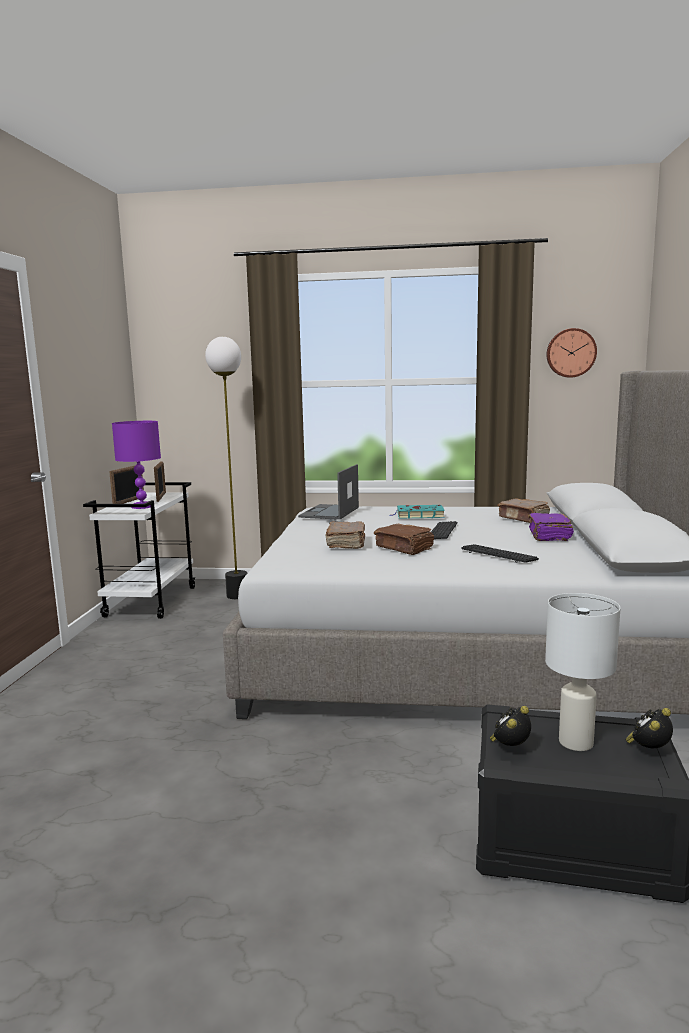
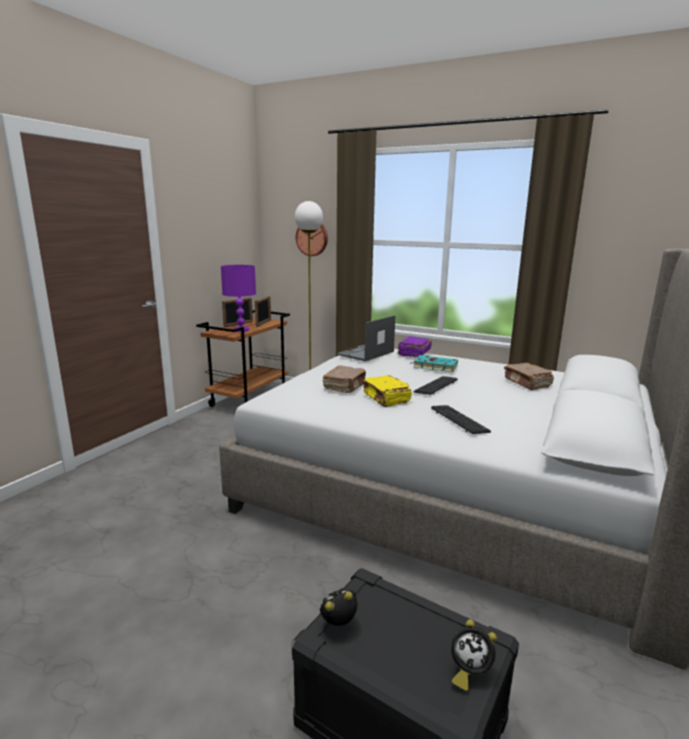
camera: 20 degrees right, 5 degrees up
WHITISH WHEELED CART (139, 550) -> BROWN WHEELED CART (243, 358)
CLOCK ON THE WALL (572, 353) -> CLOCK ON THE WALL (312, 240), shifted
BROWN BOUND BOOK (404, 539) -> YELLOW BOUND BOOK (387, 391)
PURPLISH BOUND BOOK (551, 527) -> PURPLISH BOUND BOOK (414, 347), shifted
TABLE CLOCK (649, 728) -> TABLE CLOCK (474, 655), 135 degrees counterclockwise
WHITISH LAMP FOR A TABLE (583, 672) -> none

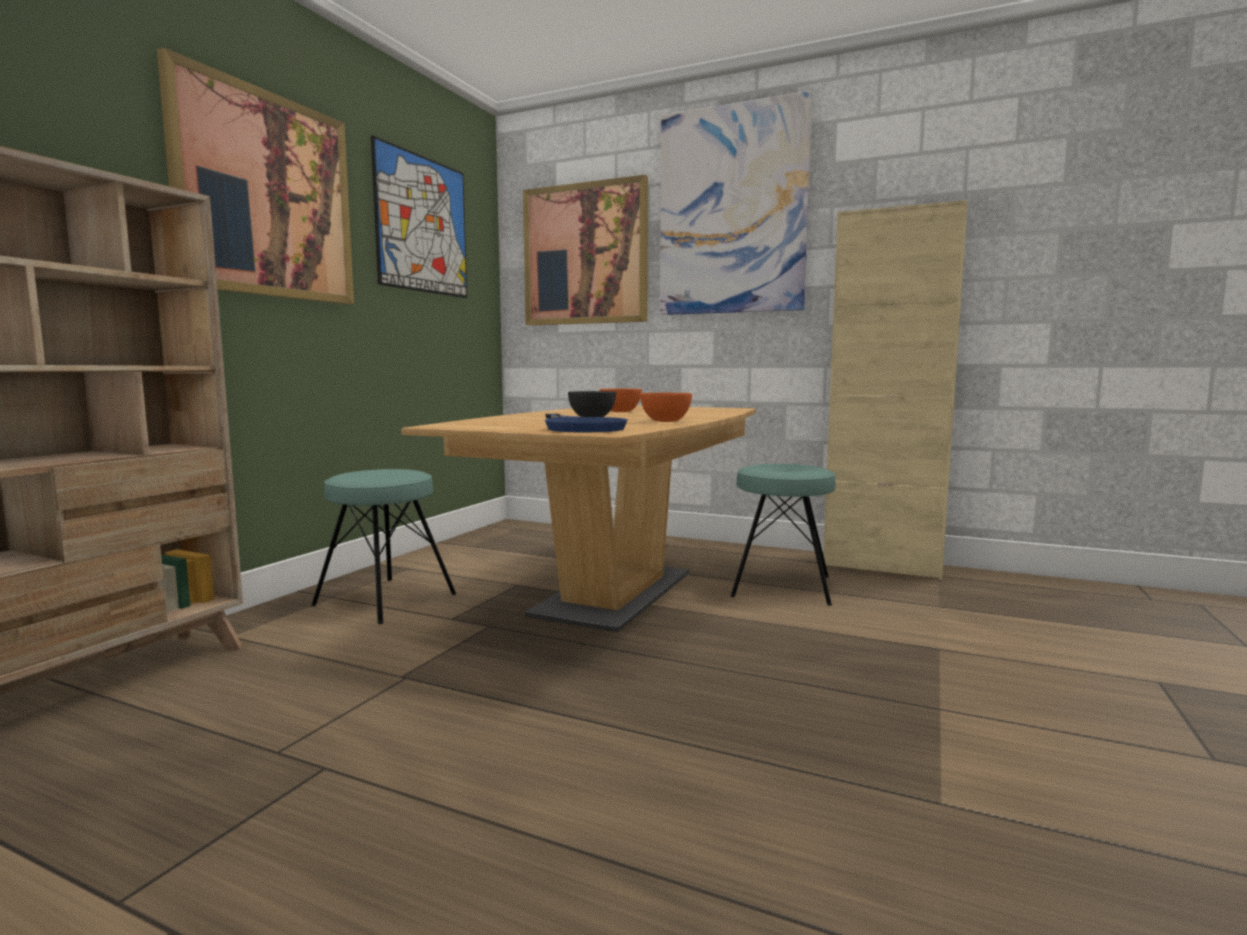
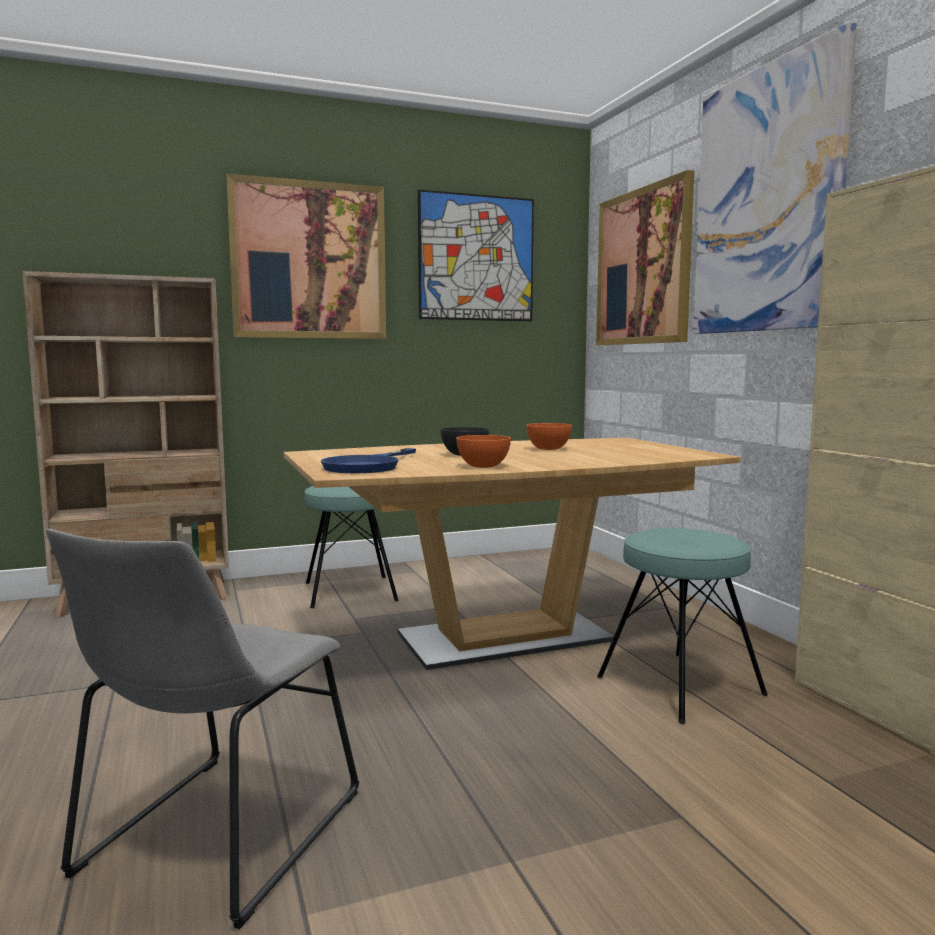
camera: 45 degrees right, 0 degrees up
none -> GREYISH PLAIN CHAIR (202, 729)

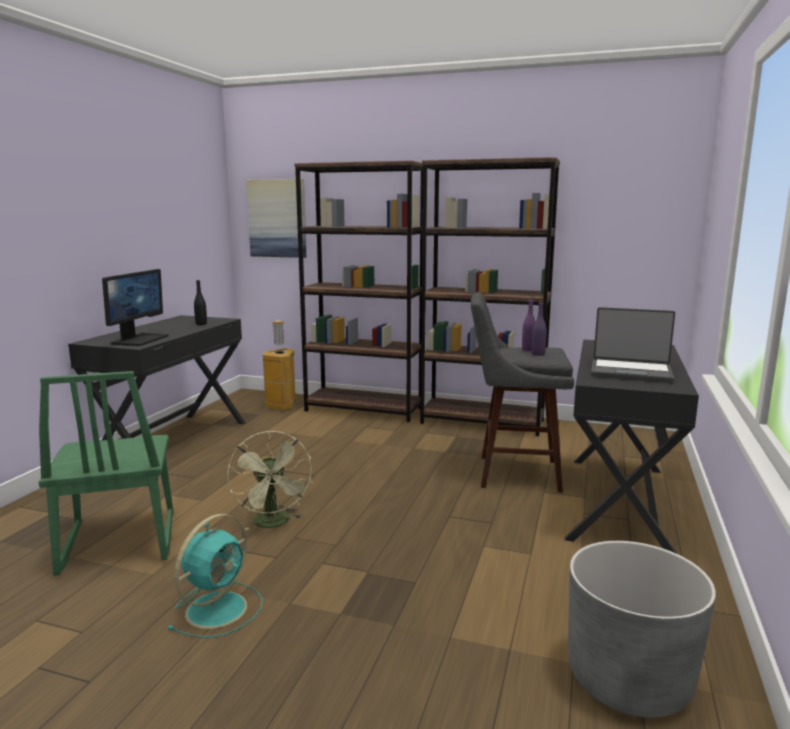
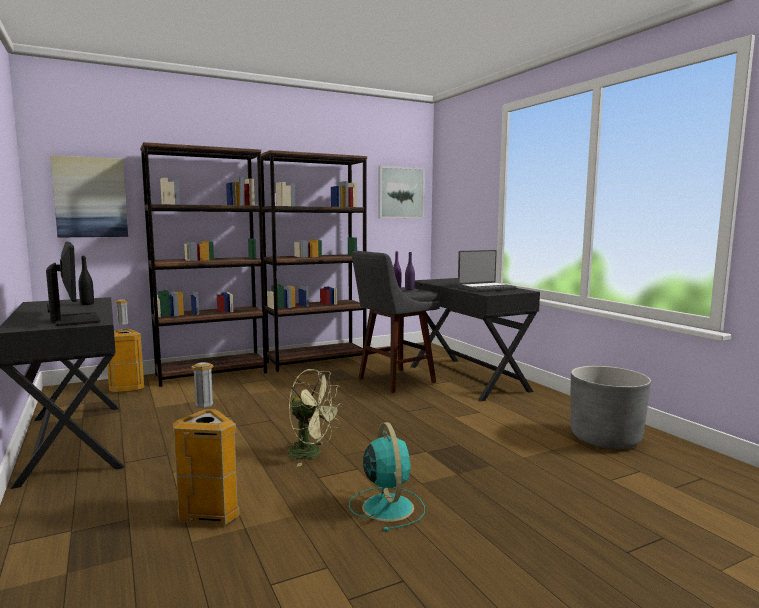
camera: 45 degrees left, 5 degrees down
GREEN-COLOURED PLAIN CHAIR (106, 473) -> WASTE BIN (206, 443)
none -> WALL ART (401, 192)

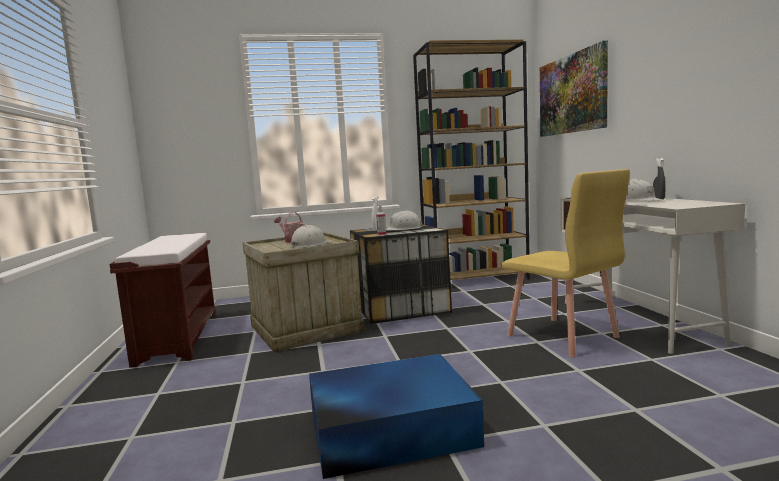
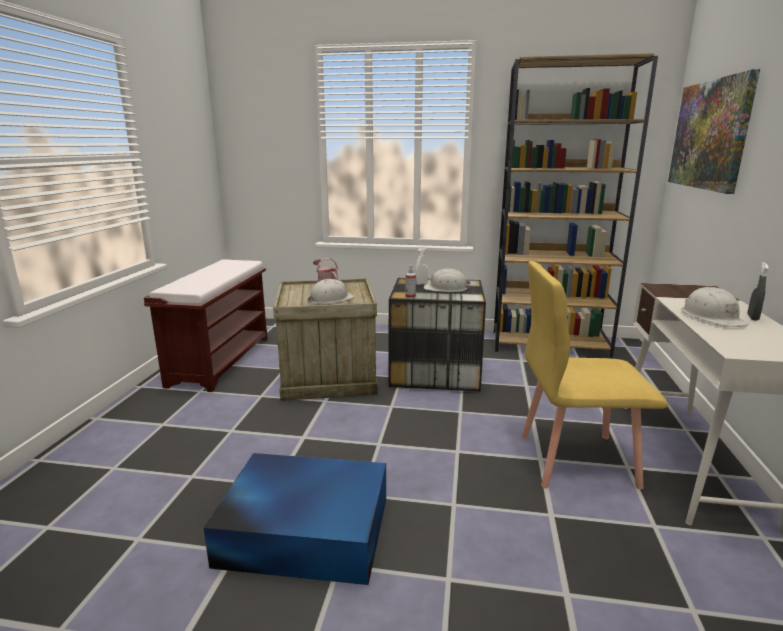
camera: 20 degrees right, 10 degrees up
YELLOW PLAIN CHAIR (565, 263) -> YELLOW PLAIN CHAIR (594, 375), 105 degrees clockwise

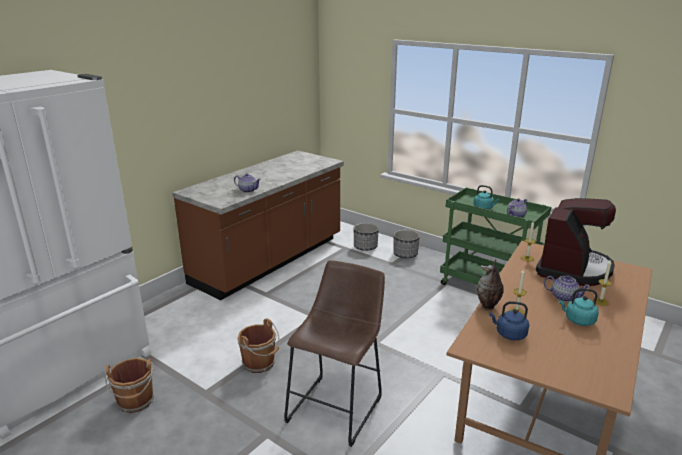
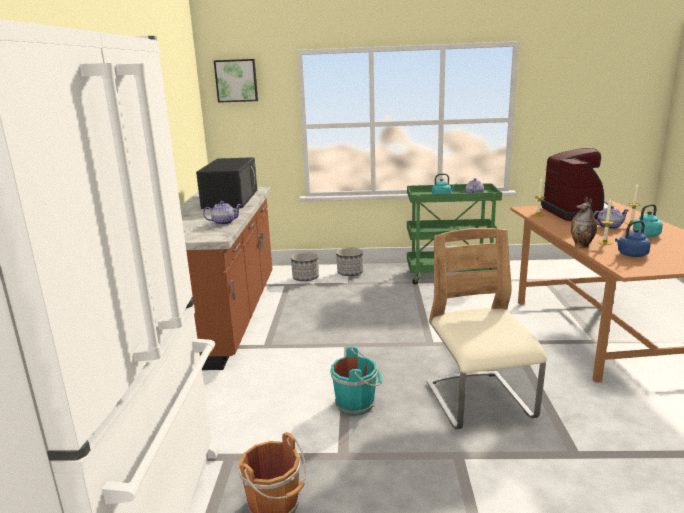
camera: 35 degrees left, 5 degrees down
none -> BLACKISH MICROWAVE (226, 183)
none -> WALL ART (236, 81)
BROWN PAIL (259, 345) -> TURQUOISE-COLOURED PAIL (356, 381)
BROWN SITTING STOOL (334, 353) -> SAND-COLOURED PLAIN CHAIR (486, 329)

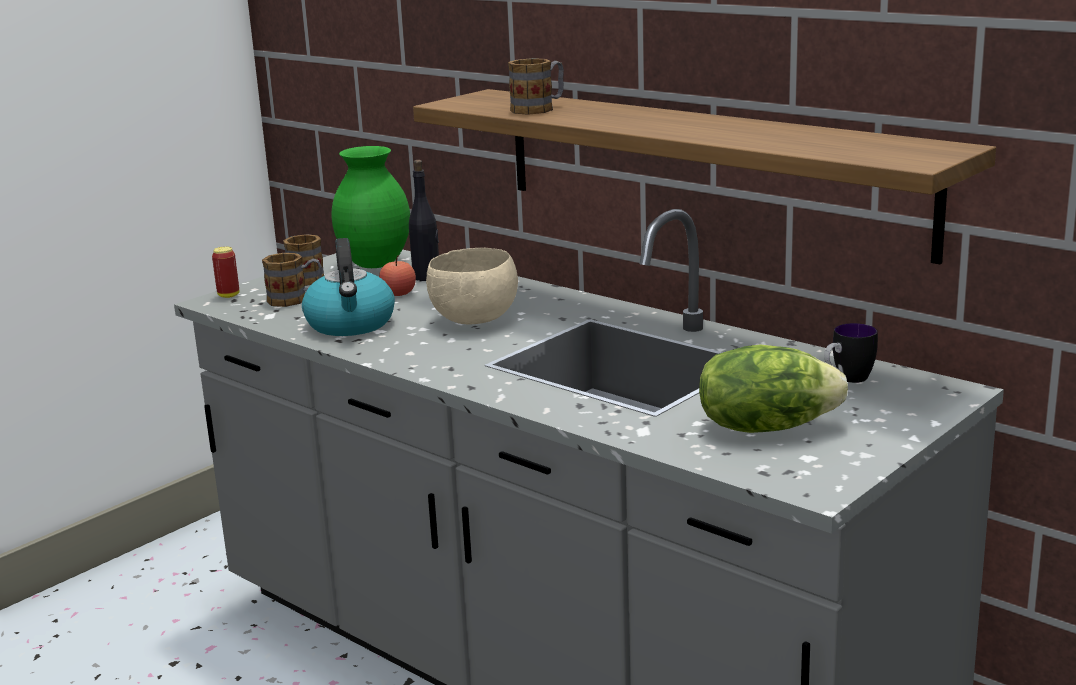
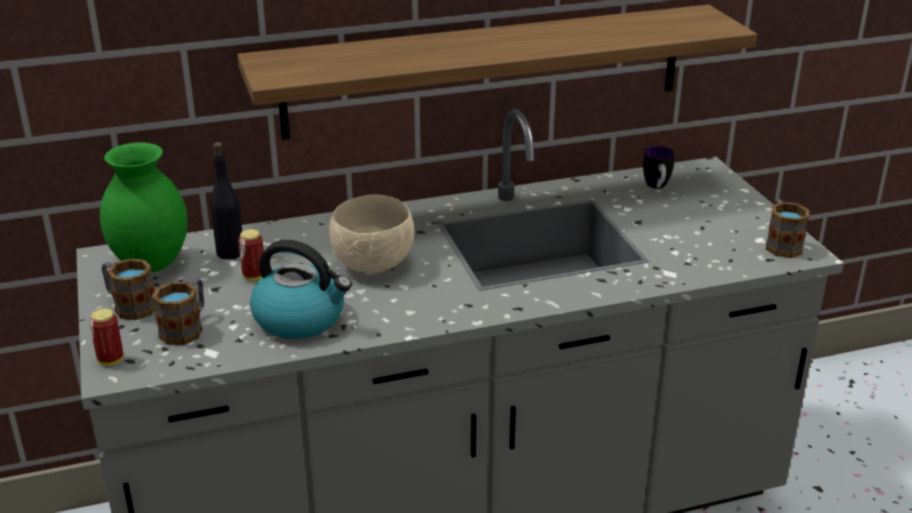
camera: 60 degrees left, 10 degrees up
APPLE (397, 275) -> METAL CAN (251, 255)
MUG (536, 86) -> MUG (787, 228), shifted
HEAD OF LETTUCE (773, 389) -> none

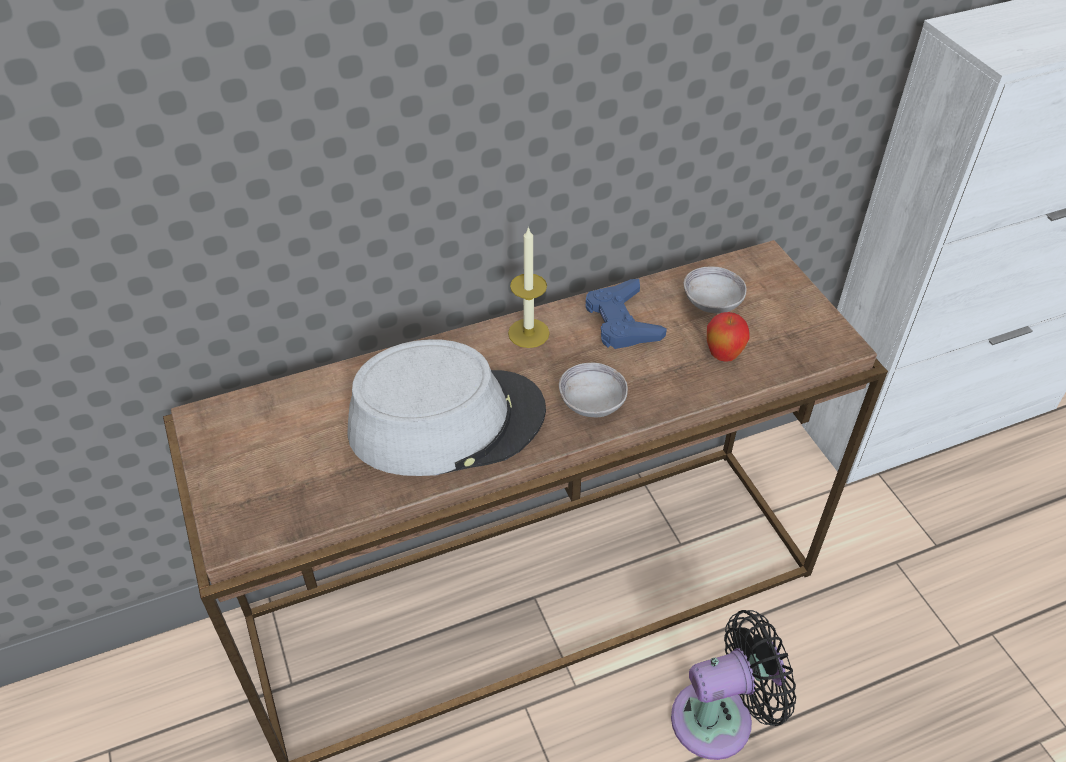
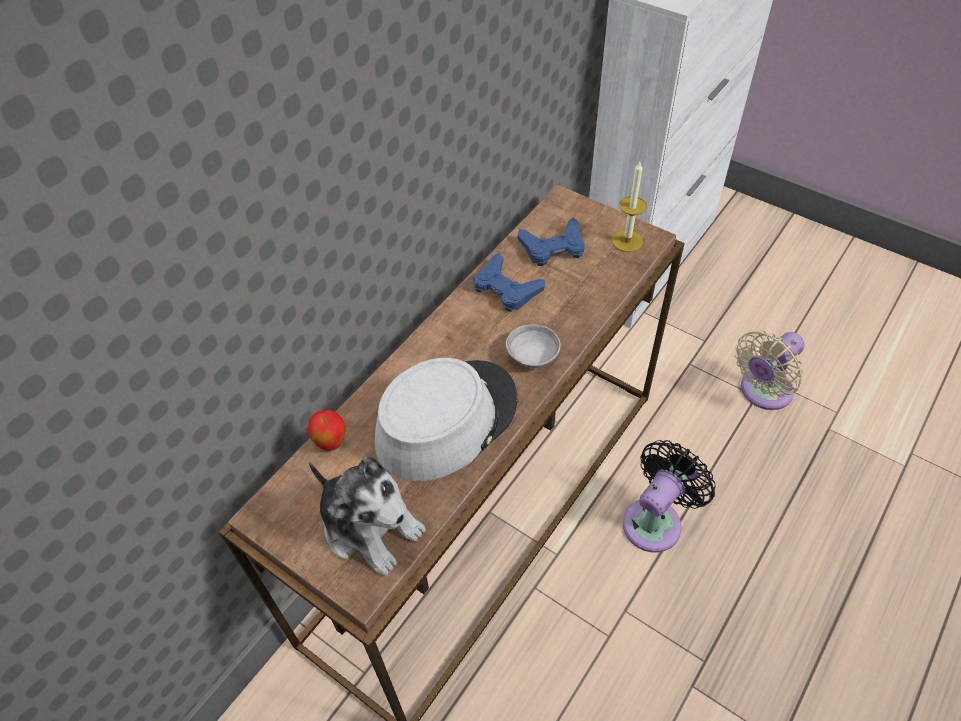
camera: 30 degrees left, 5 degrees up
APPLE (728, 337) -> APPLE (326, 430), shifted
none -> CUDDLY TOY (367, 516)
GREYISH BOWL (715, 290) -> BLUE-COLOURED GAME CONTROLLER (551, 241)
WAX LIGHT (529, 287) -> WAX LIGHT (629, 207), shifted
none -> SAND-COLOURED COOLING FAN (770, 370)

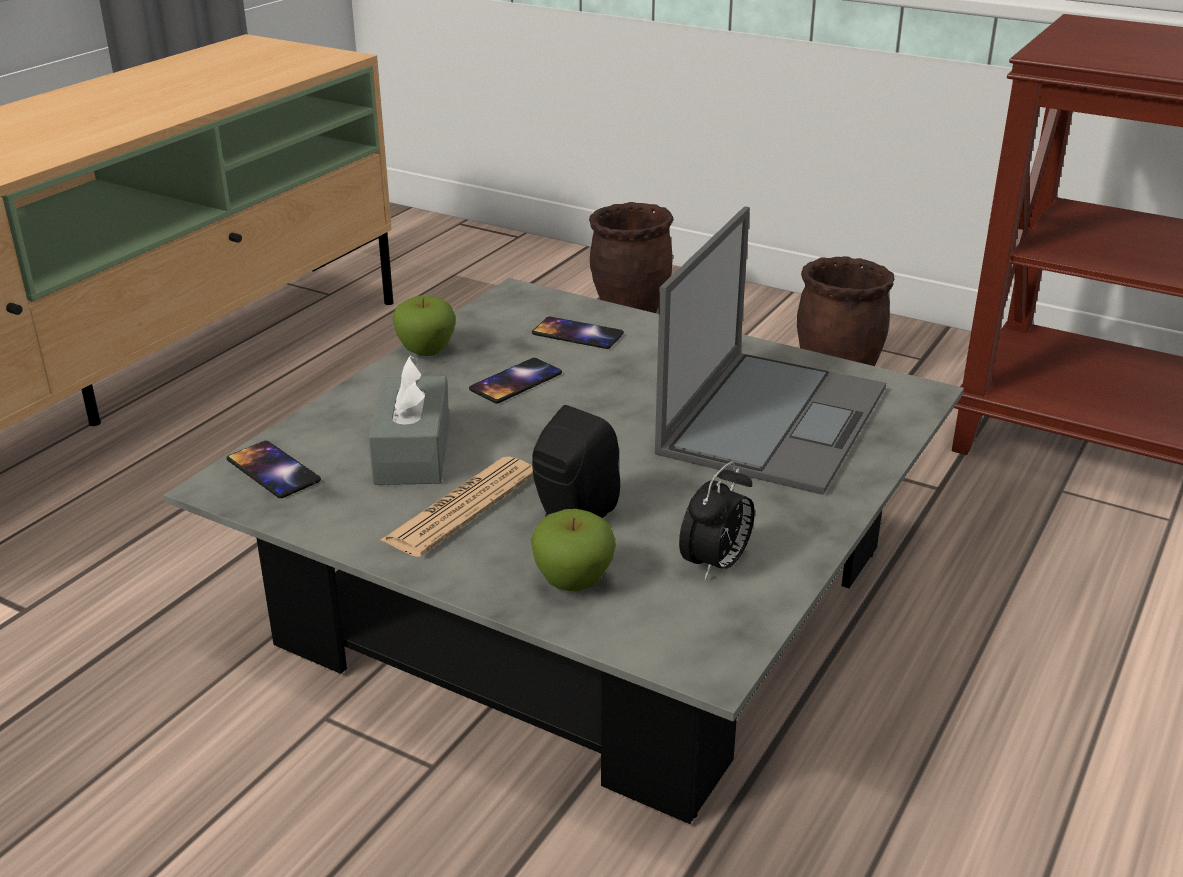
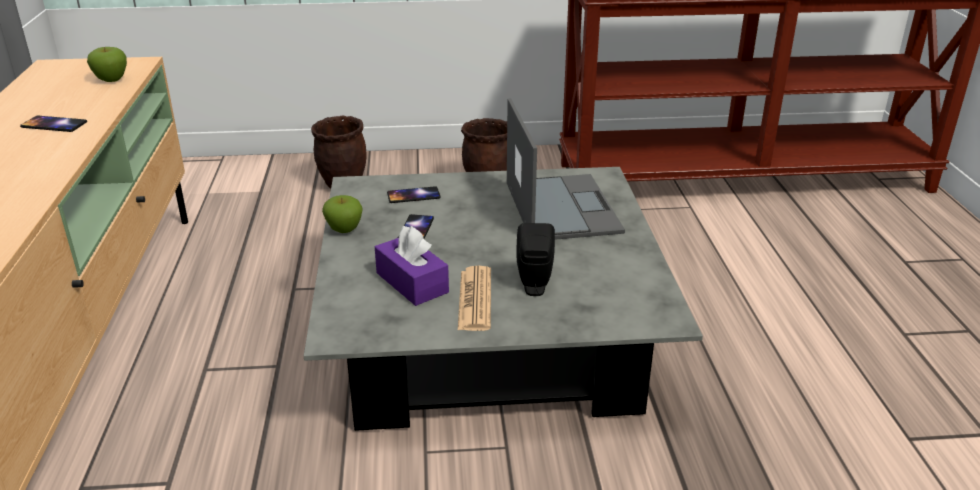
camera: 35 degrees left, 0 degrees up
TELEPHONE (274, 469) -> TELEPHONE (53, 124), shifted
APPLE (573, 550) -> APPLE (107, 64), shifted
GREYISH BOX OF TISSUES (408, 420) -> PURPLISH BOX OF TISSUES (412, 266)
TABLE CLOCK (717, 521) -> none

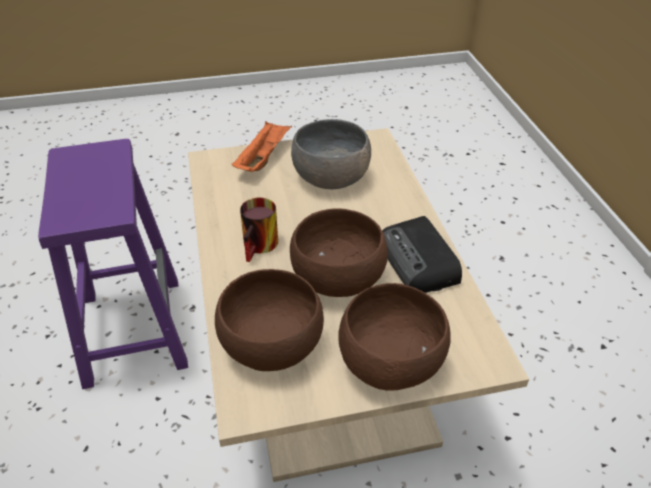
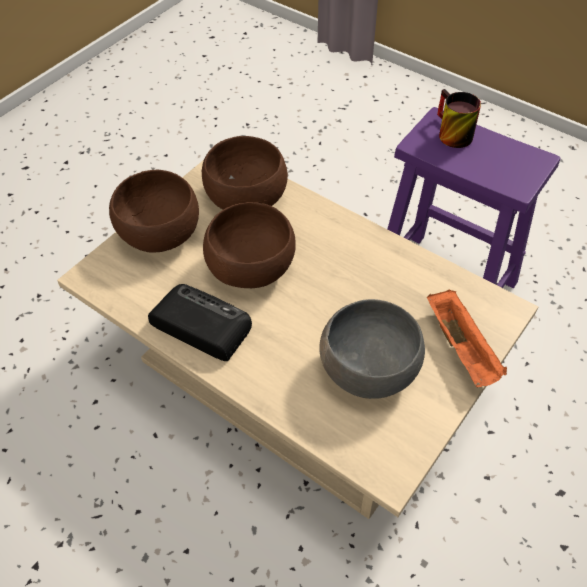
camera: 140 degrees right, 10 degrees up
MUG (259, 229) -> MUG (459, 118), shifted

